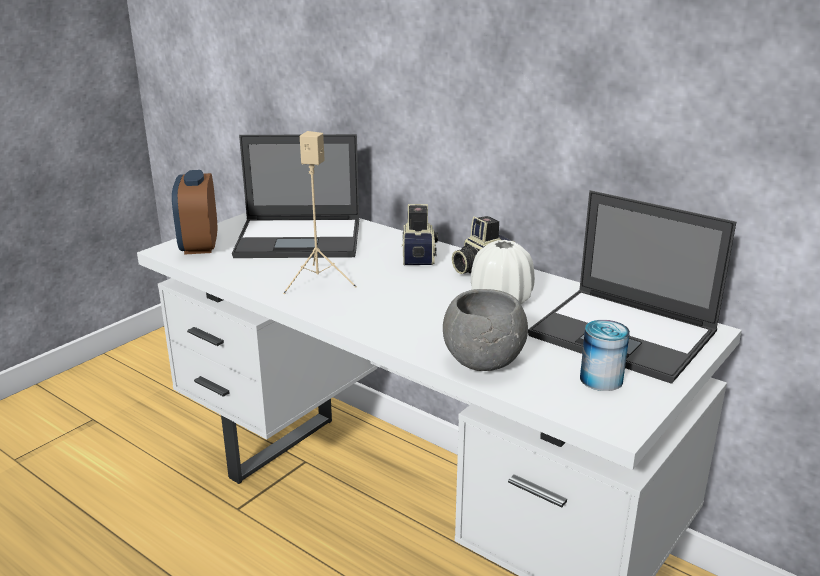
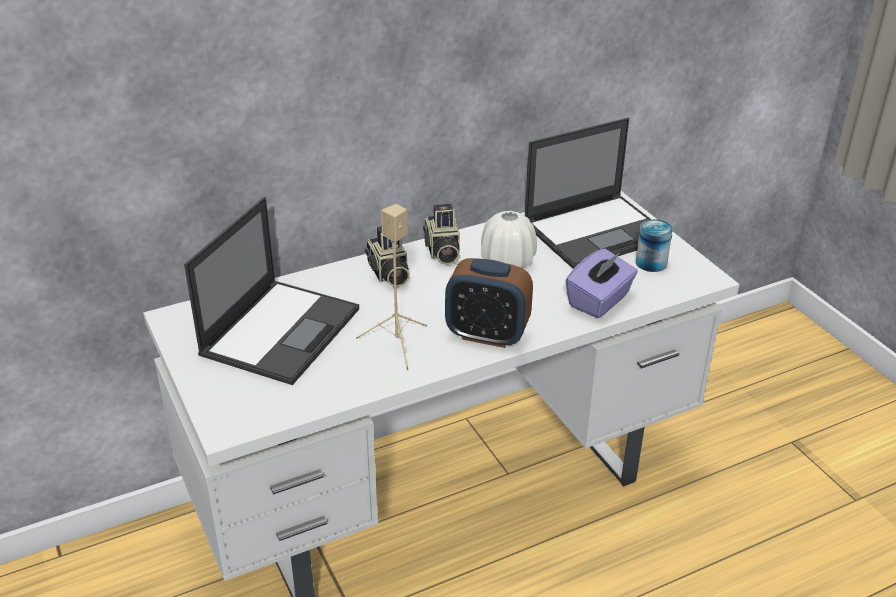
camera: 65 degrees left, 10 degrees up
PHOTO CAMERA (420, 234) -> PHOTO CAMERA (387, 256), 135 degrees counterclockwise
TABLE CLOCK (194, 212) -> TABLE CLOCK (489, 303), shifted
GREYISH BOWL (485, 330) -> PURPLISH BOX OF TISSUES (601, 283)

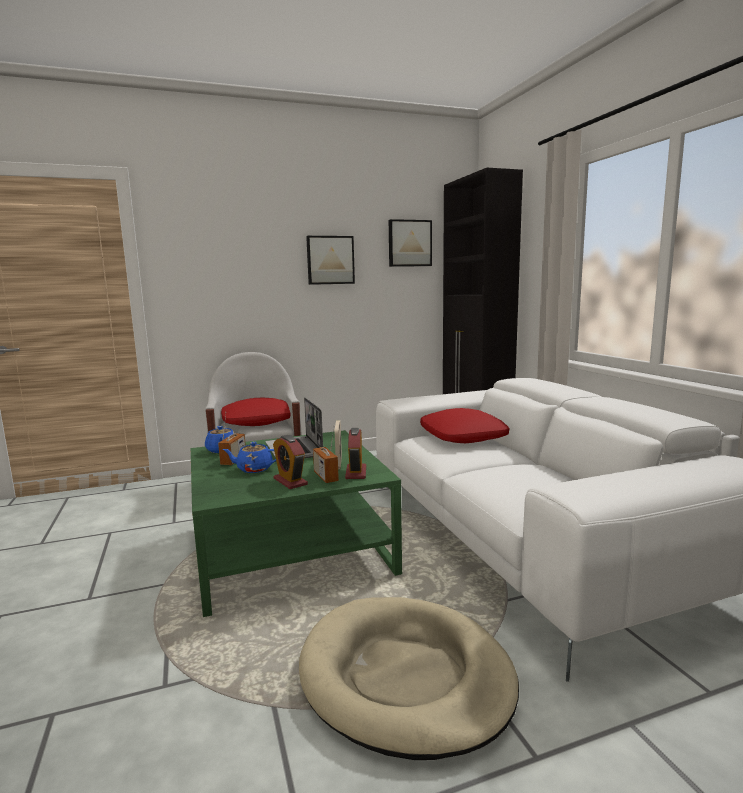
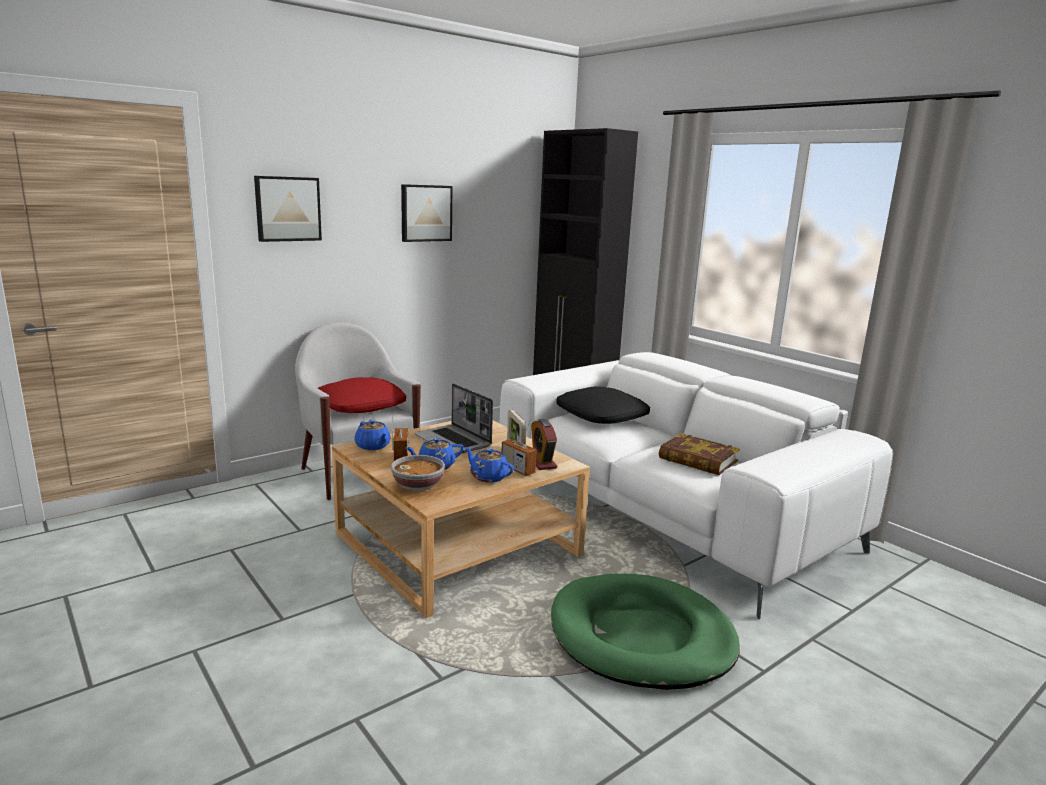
camera: 20 degrees left, 5 degrees up
WALL ART (410, 243) -> WALL ART (288, 209), shifted
GREEN-COLOURED LOUNGE TABLE (296, 523) -> SAND-COLOURED LOUNGE TABLE (461, 519)
none -> BOWL (418, 473)
TABLE CLOCK (290, 462) -> BLUE-COLOURED POT FOR TEA (489, 465)
SAND-COLOURED DOG BED (409, 678) -> GREEN-COLOURED DOG BED (645, 632)
REDDISH CUSHION (464, 425) -> BLACKISH CUSHION (603, 405)
none -> BOUND BOOK (699, 454)

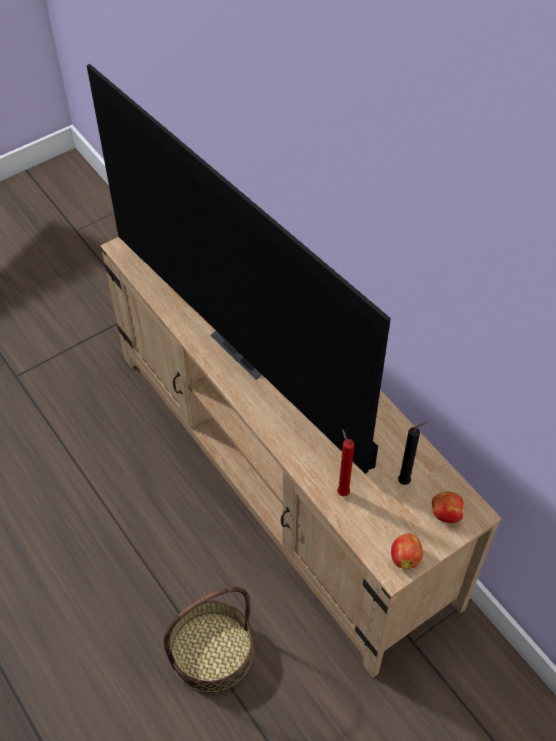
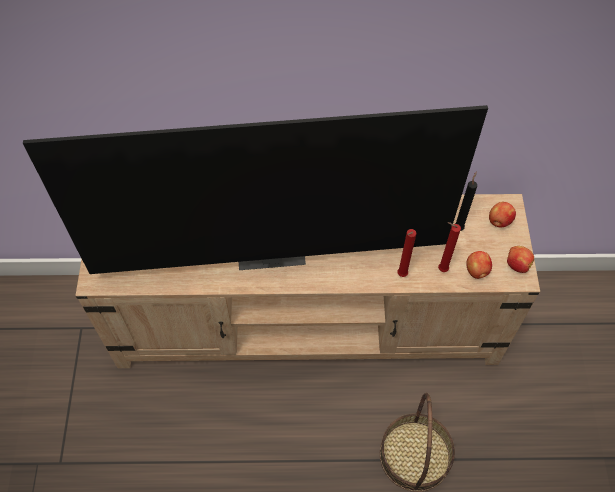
camera: 55 degrees left, 5 degrees up
none -> REDDISH WAX LIGHT (407, 253)
none -> APPLE (479, 265)

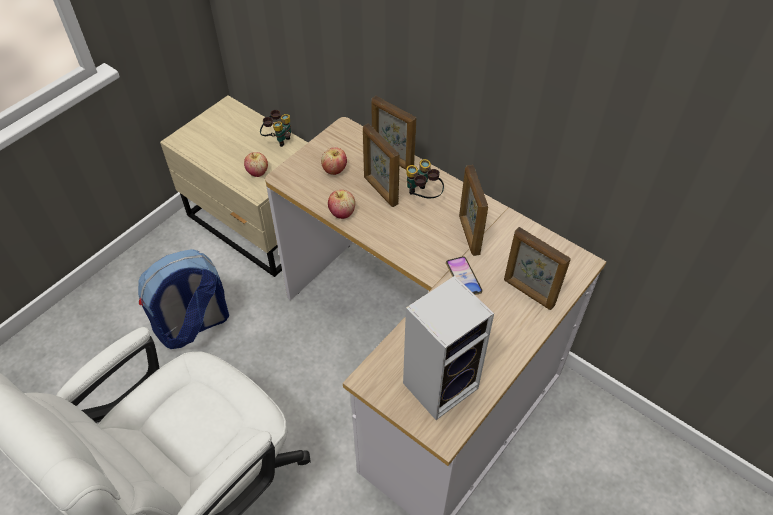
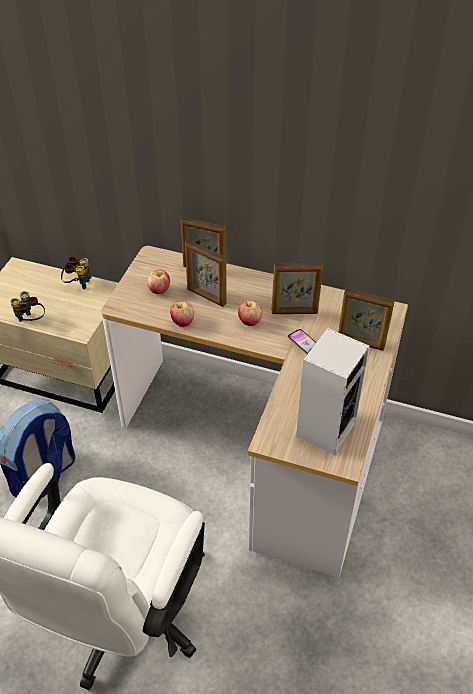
camera: 20 degrees left, 5 degrees down
BINOCULARS (425, 178) -> BINOCULARS (27, 306), shifted
APPLE (256, 164) -> APPLE (250, 313), shifted
STANDING FRAME (473, 210) -> STANDING FRAME (297, 288), 60 degrees counterclockwise

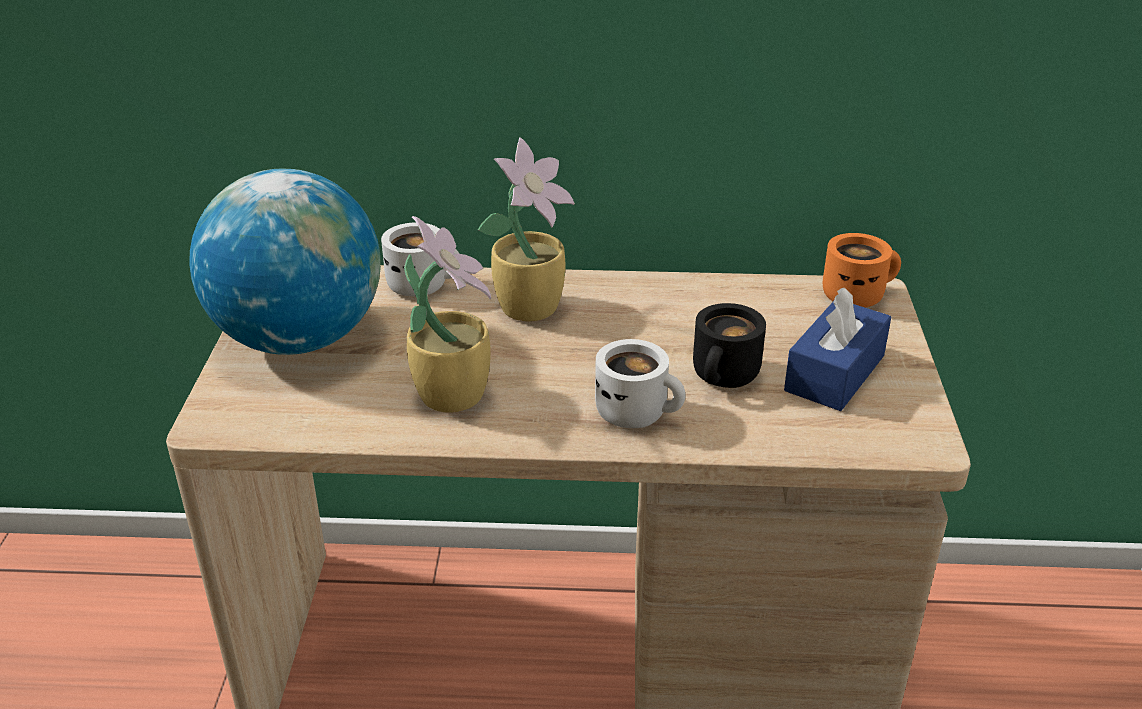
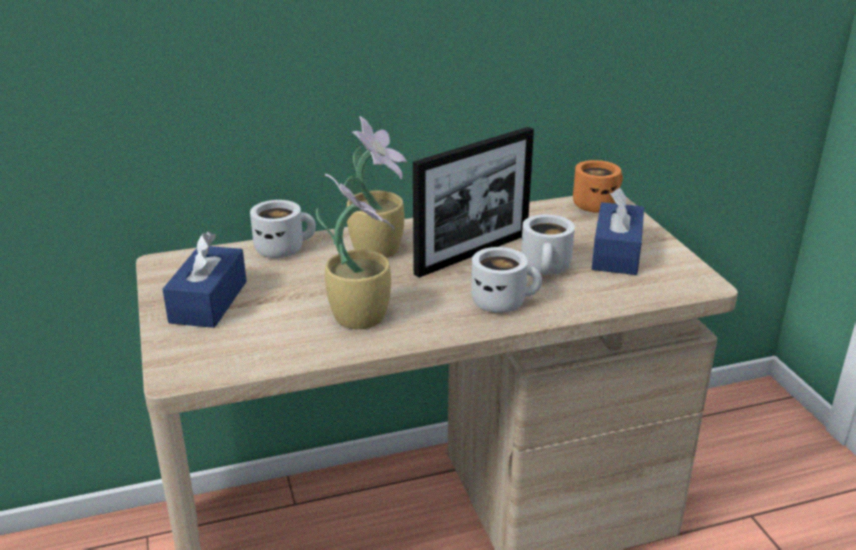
camera: 20 degrees left, 5 degrees down
WORLD GLOBE (285, 262) -> BLUE-COLOURED BOX OF TISSUES (204, 280)
none -> STANDING FRAME (473, 202)
BLACKISH MUG (729, 345) -> WHITISH MUG (548, 244)

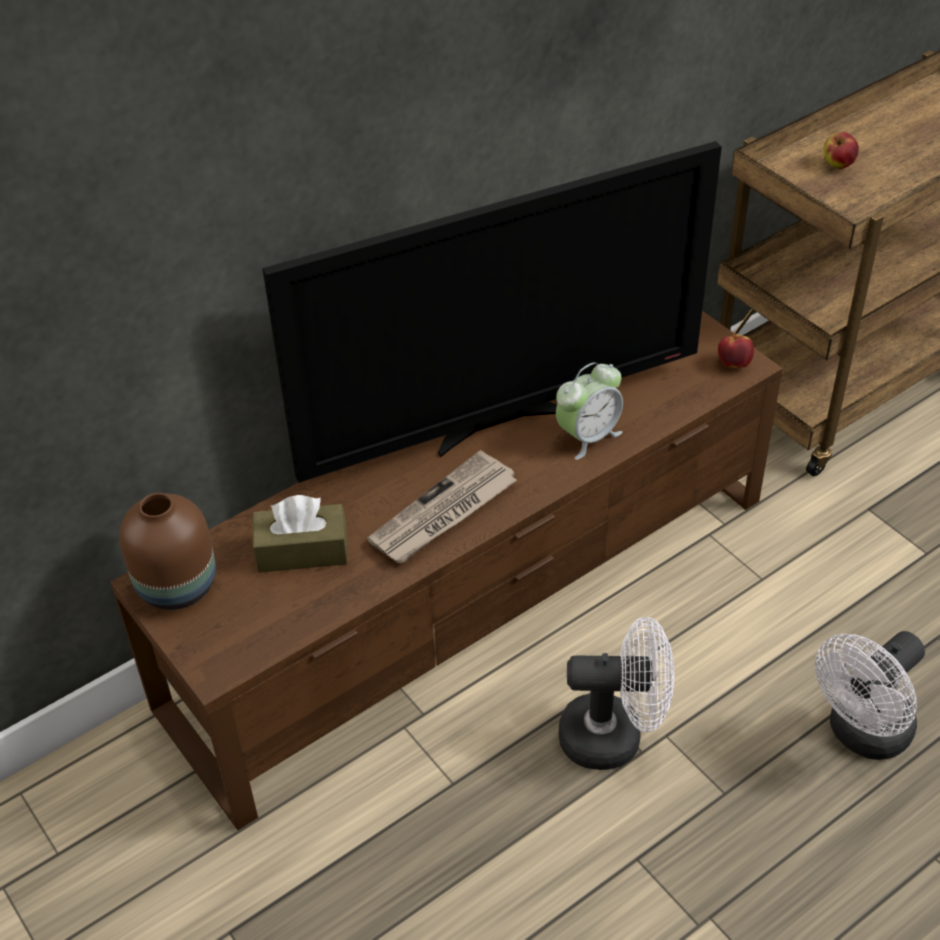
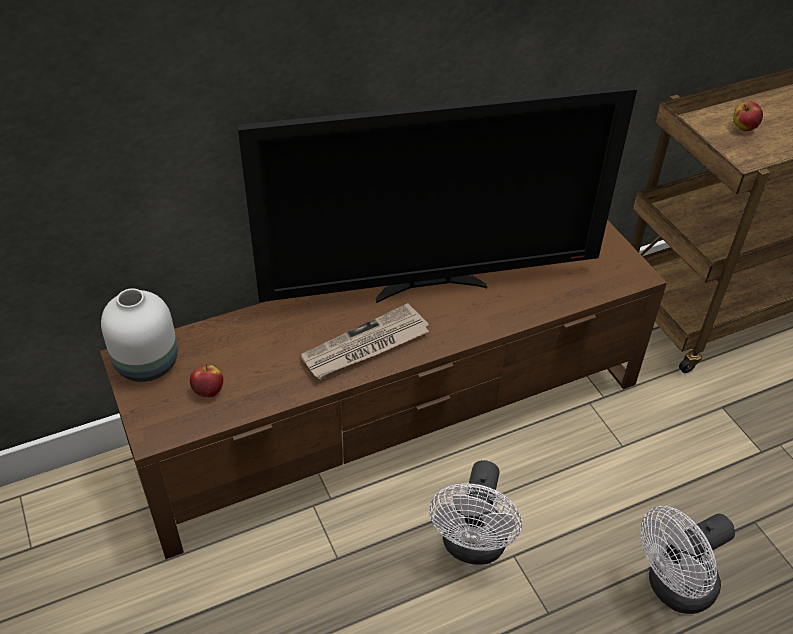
camera: 10 degrees right, 0 degrees up
BROWN FLOWER VASE (167, 551) -> WHITISH FLOWER VASE (139, 335)
APPLE (736, 350) -> APPLE (206, 380), shifted
WHITISH COOLING FAN (617, 693) -> WHITISH COOLING FAN (475, 512), 90 degrees clockwise
BROWN BOX OF TISSUES (300, 534) -> none
TABLE CLOCK (589, 411) -> none

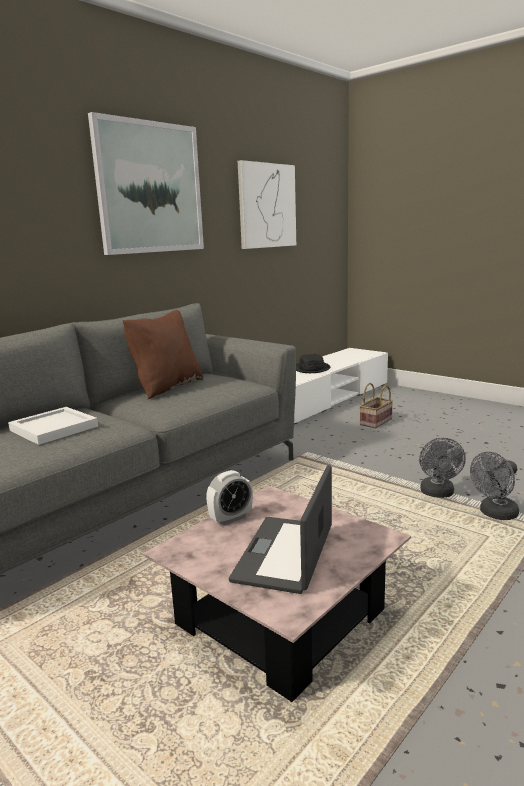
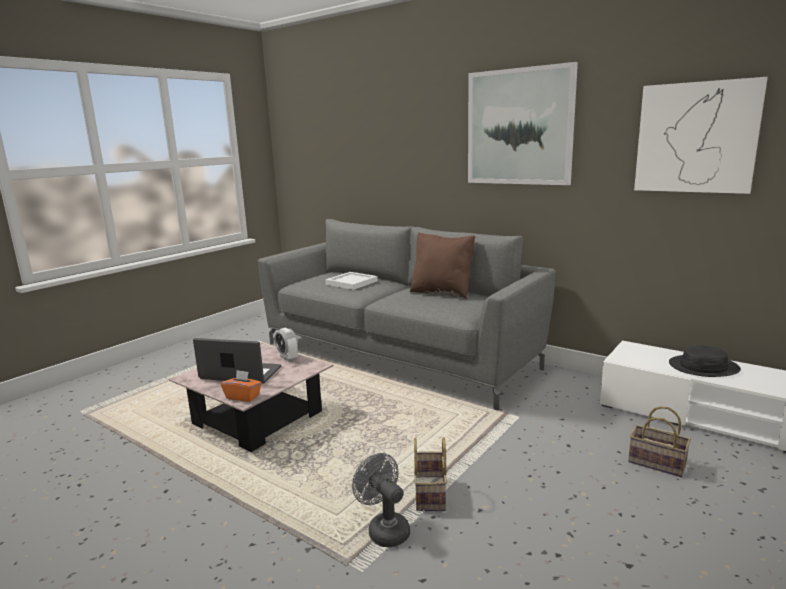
camera: 85 degrees right, 0 degrees up
none -> ORANGEY BOX OF TISSUES (241, 386)
GREYISH COOLING FAN (442, 468) -> STORAGE BASKET (430, 474)

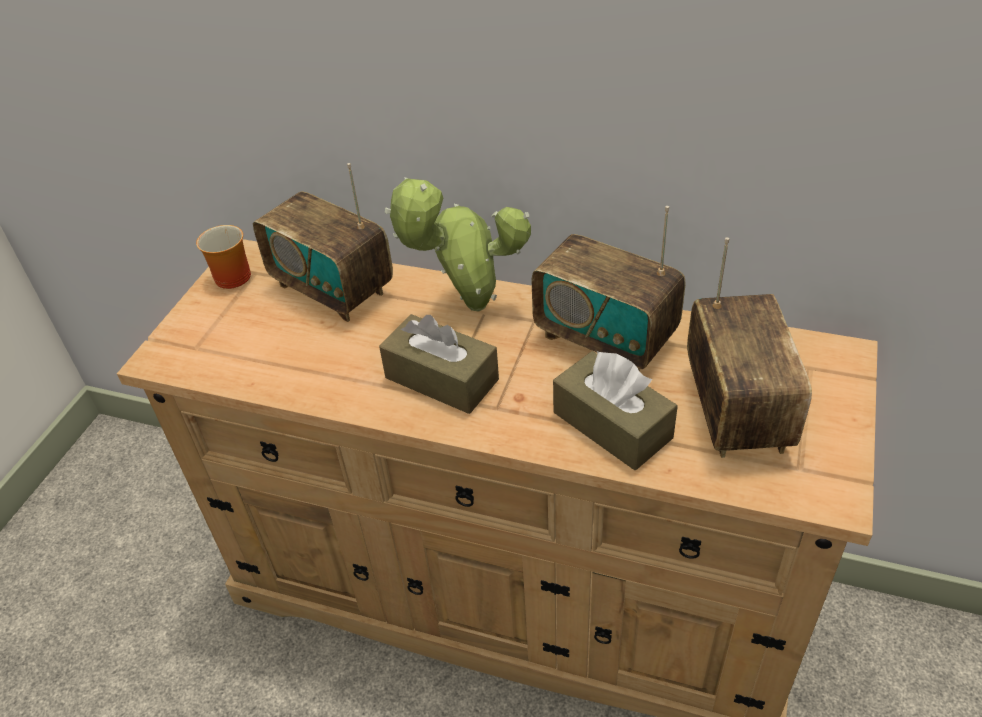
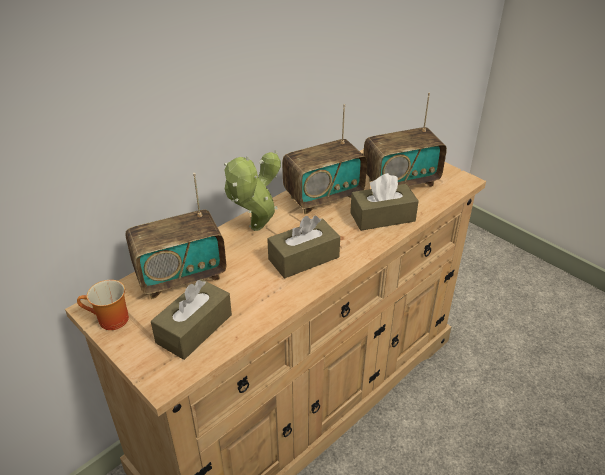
camera: 65 degrees left, 5 degrees down
none -> BROWN BOX OF TISSUES (191, 319)
RADIO SET (749, 347) -> RADIO SET (405, 140), 135 degrees clockwise

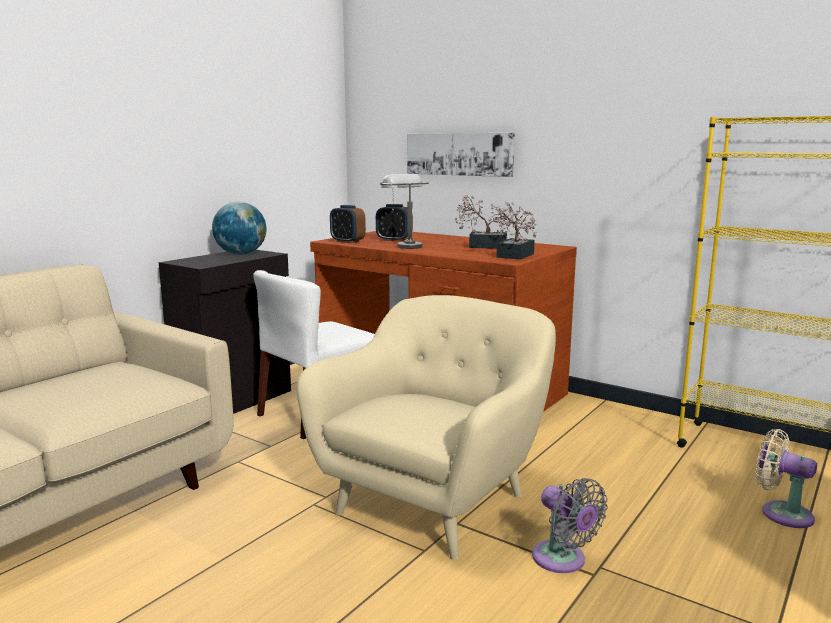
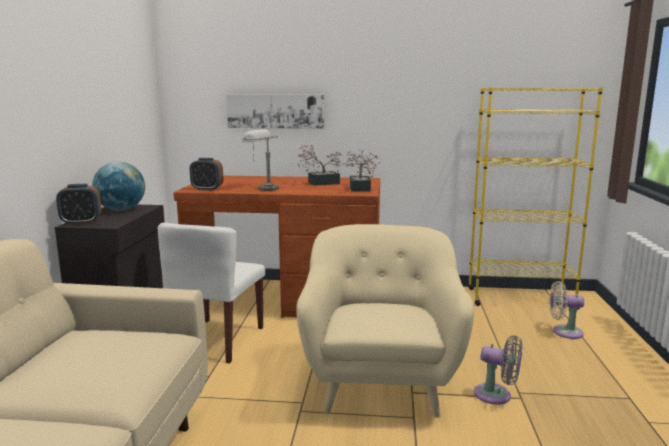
camera: 30 degrees left, 0 degrees up
TABLE CLOCK (394, 222) -> TABLE CLOCK (78, 204), shifted

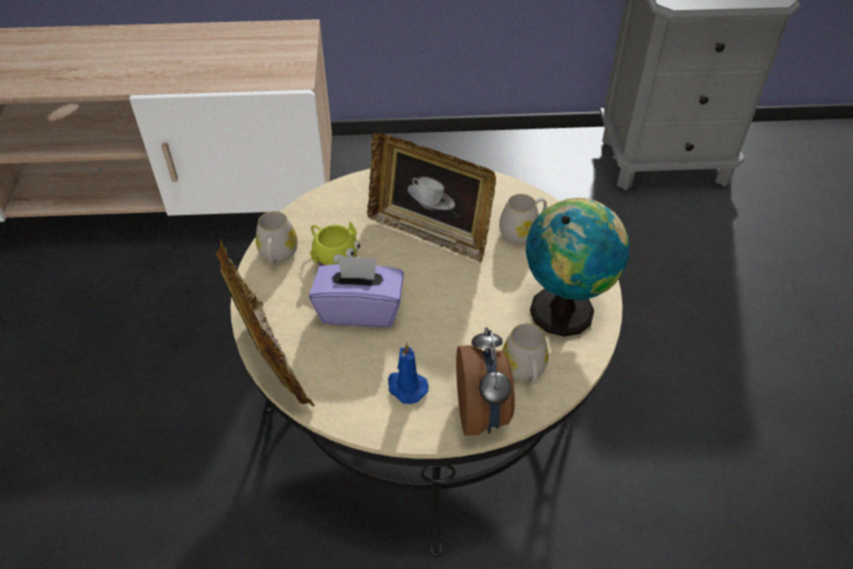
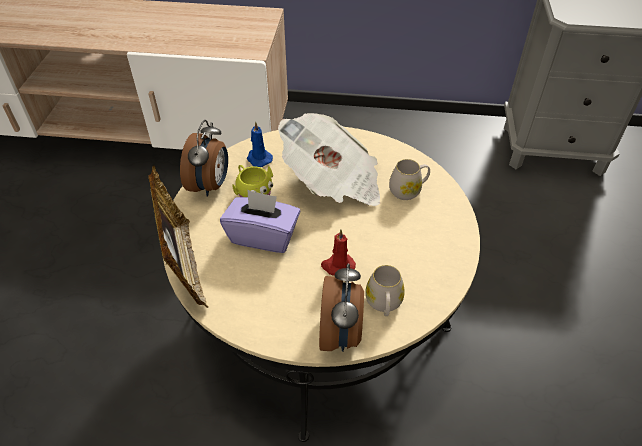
camera: 10 degrees right, 0 degrees up
WHITISH MUG (277, 237) -> TABLE CLOCK (204, 158)
BLUE-COLOURED WAX LIGHT (408, 373) -> BLUE-COLOURED WAX LIGHT (260, 144), shifted
STANDING FRAME (431, 198) -> NEWSPAPER (329, 159)
none -> REDDISH WAX LIGHT (338, 252)
WORLD GLOBE (577, 267) -> none

